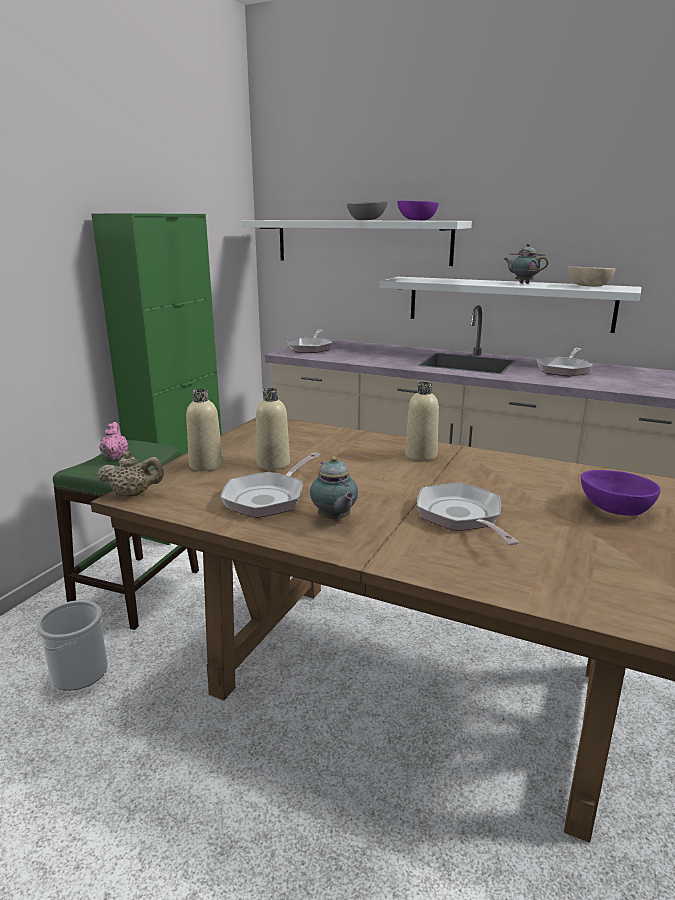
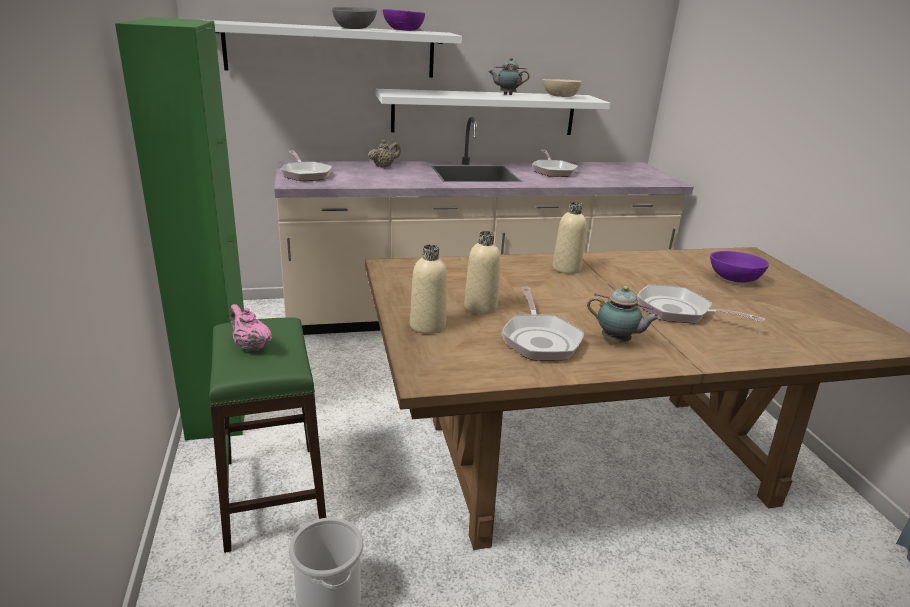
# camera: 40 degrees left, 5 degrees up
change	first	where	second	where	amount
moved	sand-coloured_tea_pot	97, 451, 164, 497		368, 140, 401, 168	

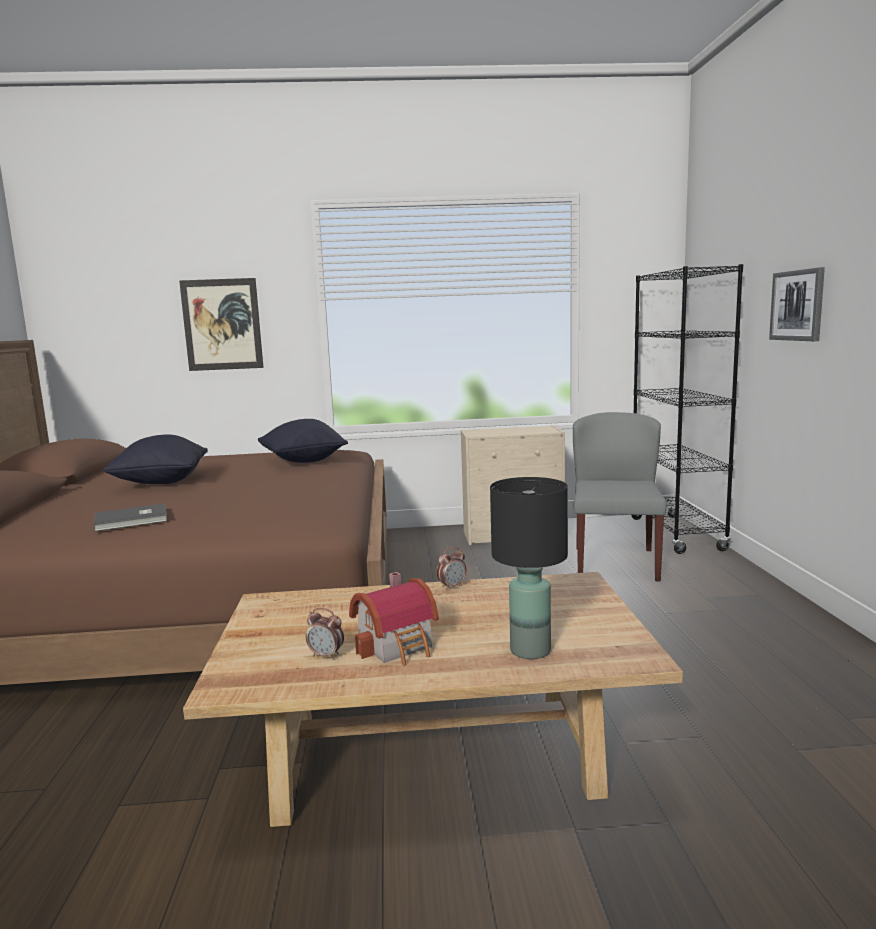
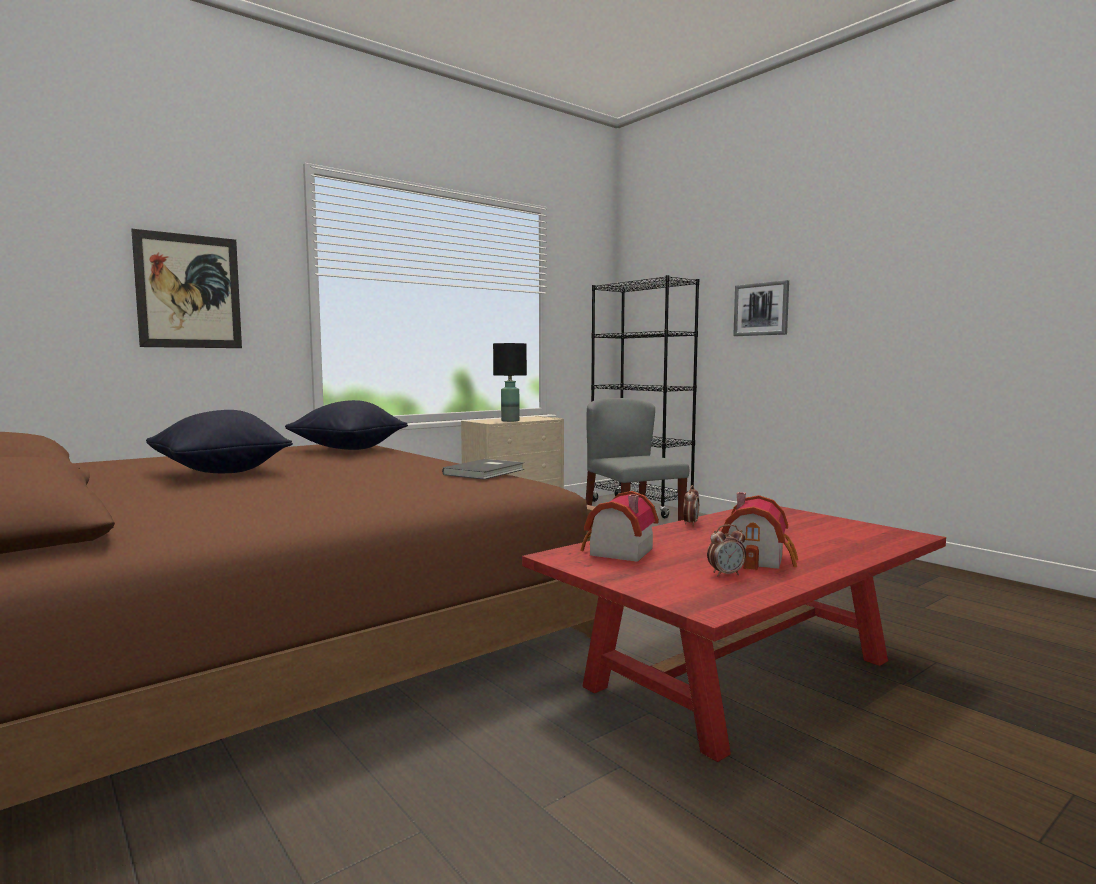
# camera: 35 degrees left, 5 degrees down
change	first	where	second	where	amount
moved	greyish_volume	93, 504, 168, 532		442, 459, 524, 480	
moved	blackish_lamp_for_a_table	490, 477, 568, 659		493, 343, 527, 422	
recoloured	sand-coloured_coffee_table	183, 572, 683, 827	reddish_coffee_table	522, 506, 946, 762	
added			toy_house	580, 491, 659, 562	

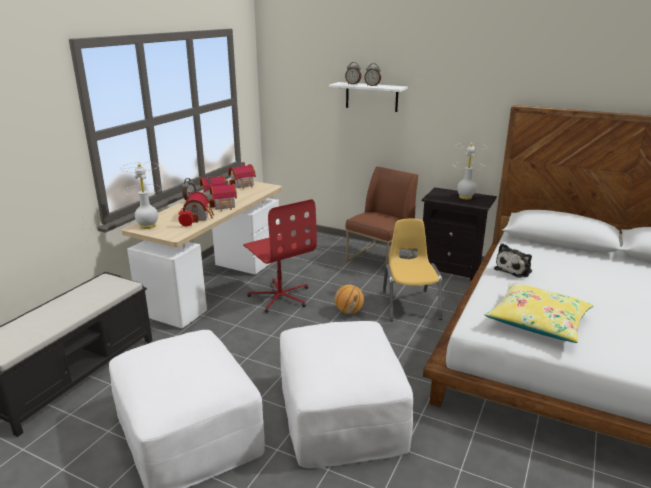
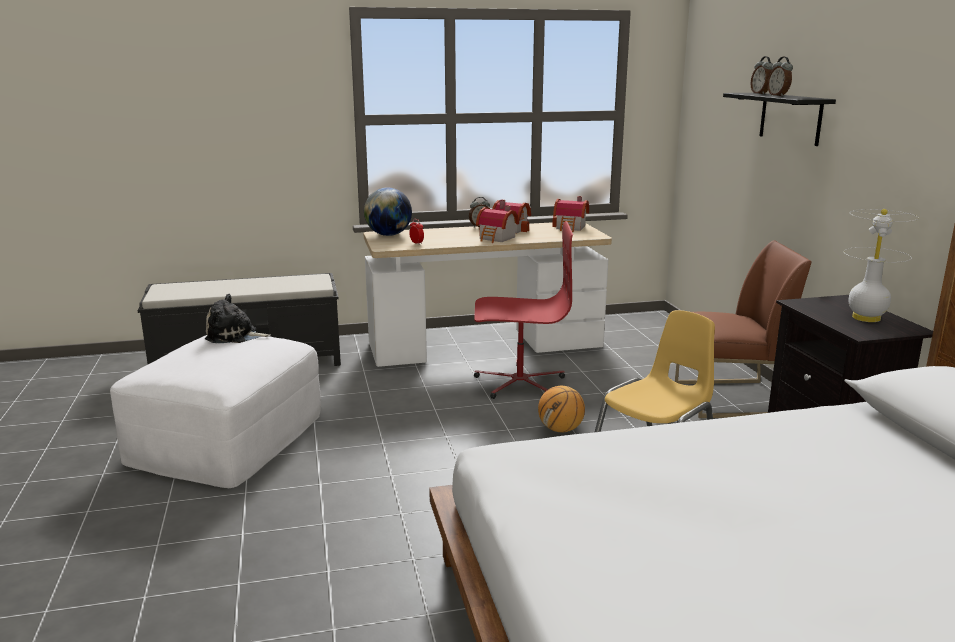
# camera: 50 degrees right, 5 degrees down
change	first	where	second	where	amount
moved	plush_toy	494, 243, 532, 278		205, 294, 271, 343	
replaced	white-coloured_lamp_for_a_table	120, 162, 162, 229	desk_globe	364, 188, 412, 236	
turned	reddish_desk_chair	243, 199, 317, 313		474, 221, 573, 399	105 degrees counterclockwise
recoloured	white-coloured_bracket_shelf	329, 82, 408, 112	blackish_bracket_shelf	723, 93, 836, 146	
removed	toy_house	182, 191, 214, 223			
removed	white-coloured_ottoman	280, 321, 413, 468			
removed	yellowish_cushion	485, 283, 594, 343			

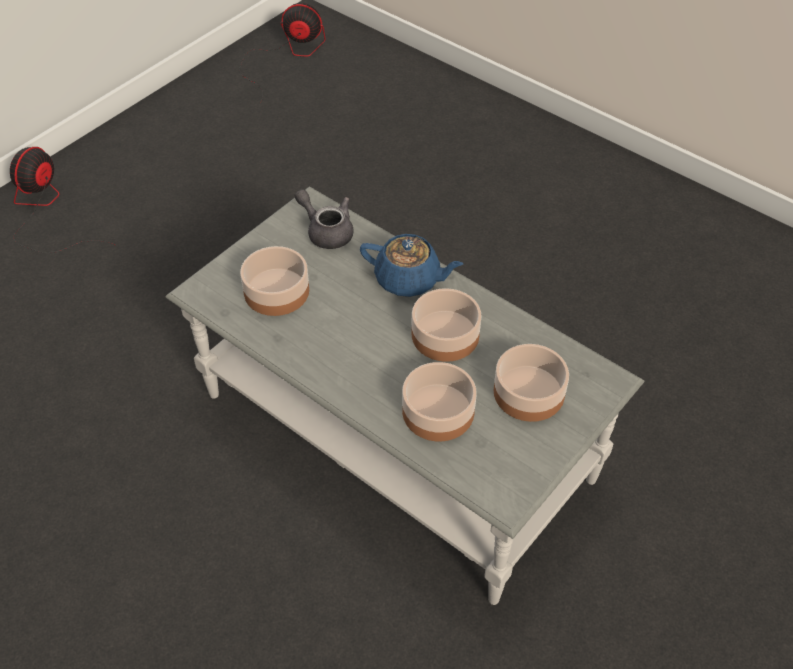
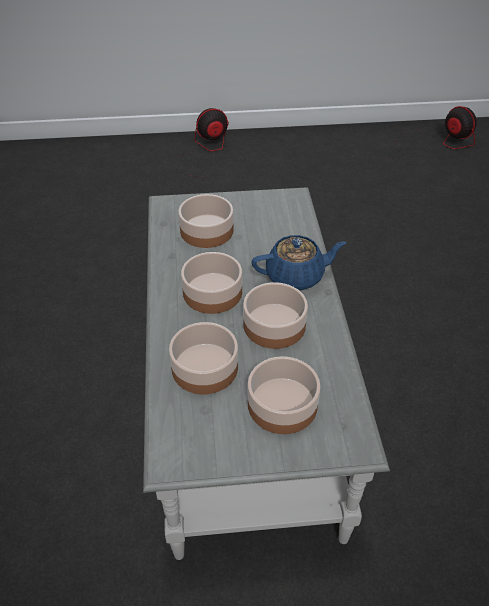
# camera: 45 degrees right, 5 degrees down
change	first	where	second	where	amount
added			serving_bowl	181, 252, 242, 314	
turned	blue_tea_pot	360, 234, 463, 297		252, 235, 347, 290	75 degrees counterclockwise
removed	greyish_tea_pot	294, 189, 354, 249			

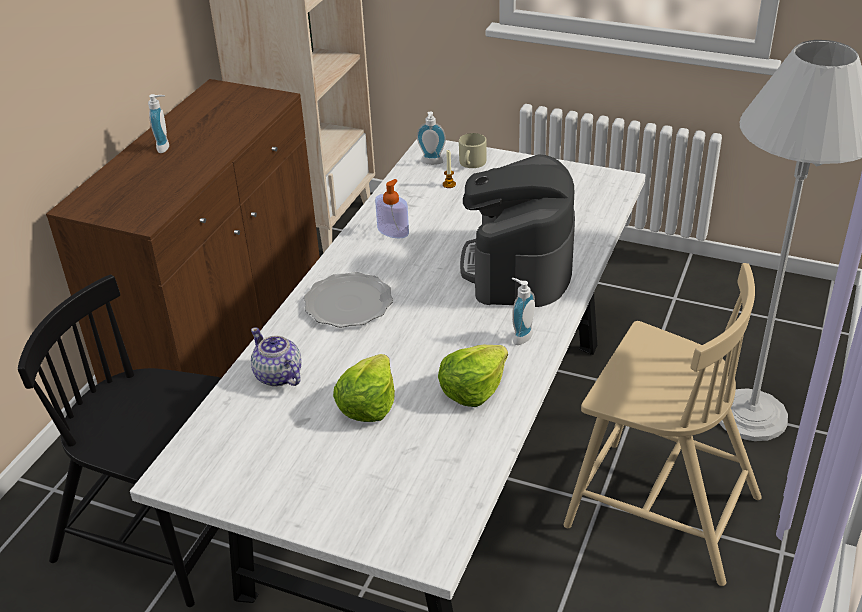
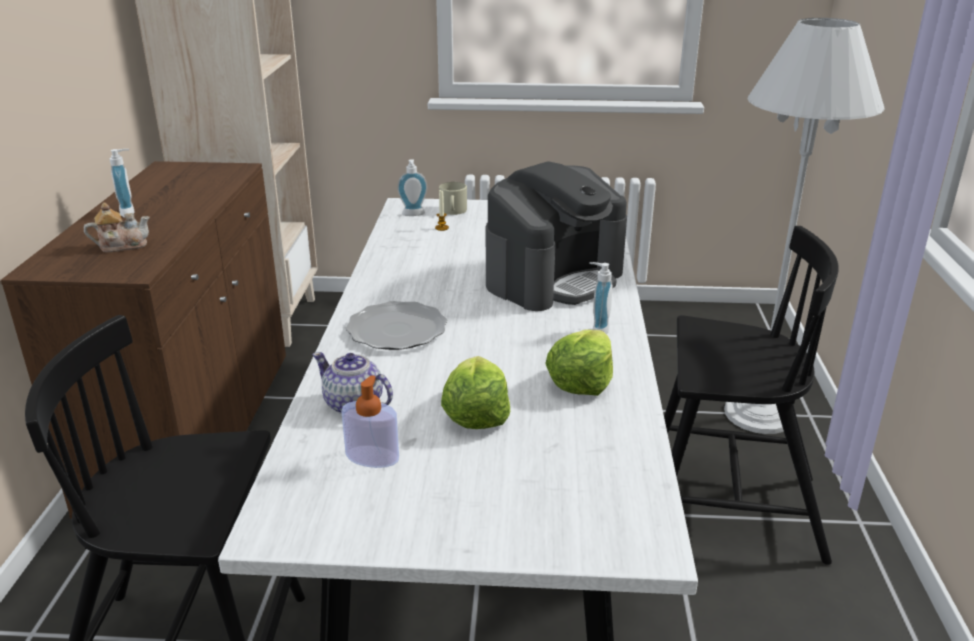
# camera: 20 degrees left, 10 degrees down
change	first	where	second	where	amount
added			tea_pot	84, 202, 150, 252	
moved	liquid_soap_bottle	375, 179, 409, 239		341, 375, 399, 468	
turned	coffee_machine	460, 154, 575, 307		486, 161, 627, 311	120 degrees counterclockwise
recoloured	sand-coloured_plain_chair	564, 263, 762, 586	blackish_plain_chair	664, 226, 839, 565	

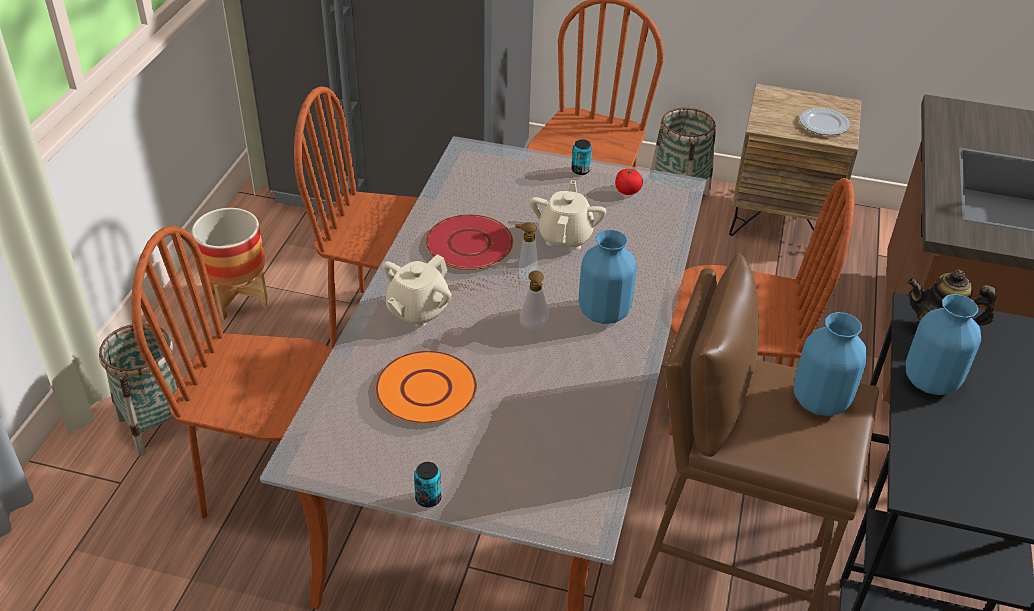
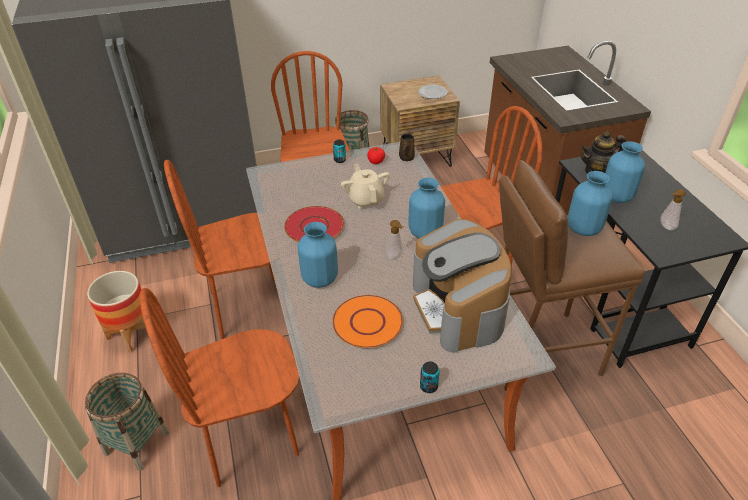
# camera: 30 degrees left, 0 degrees up
change	first	where	second	where	amount
replaced	sand-coloured_tea_pot	383, 254, 451, 327	blue_flower_vase	298, 222, 338, 288	
added			brown-coloured_tea_mug	399, 134, 415, 161	
added			coffee_machine	413, 219, 512, 352	
moved	liquid_soap_bottle	515, 222, 538, 282		661, 189, 686, 231	

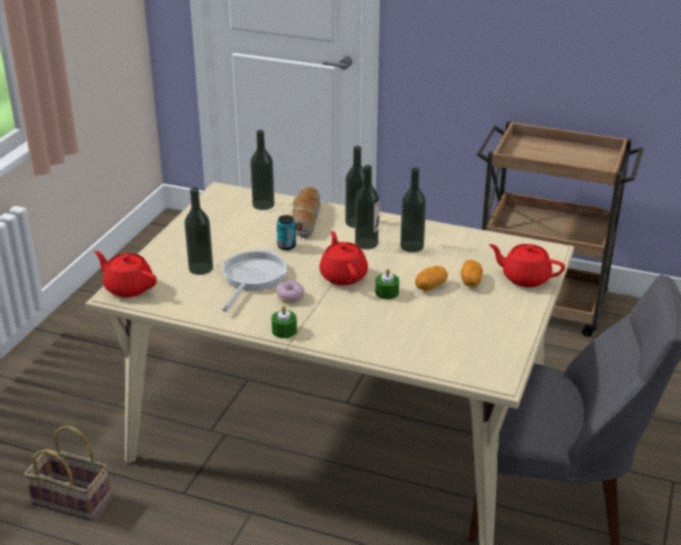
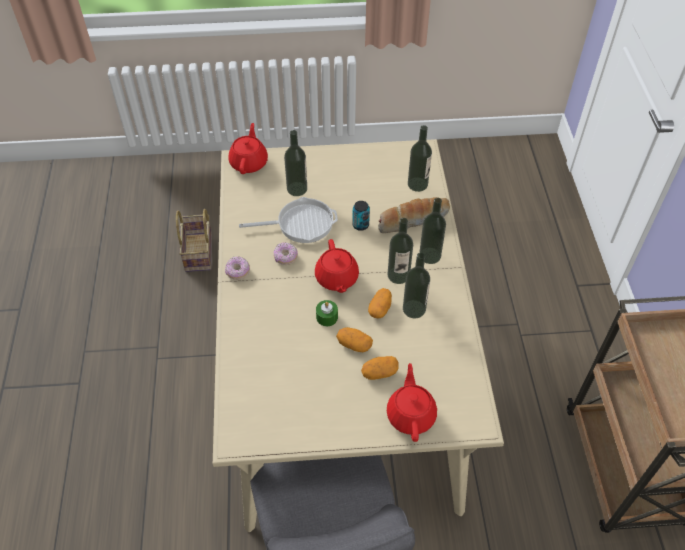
# camera: 65 degrees right, 20 degrees up
change	first	where	second	where	amount
replaced	green_wax_light	271, 306, 297, 338	donut	225, 256, 250, 280	
turned	reddish_tea_pot	319, 231, 368, 285		315, 239, 359, 293	120 degrees clockwise
added			whole_potato	368, 288, 392, 318	

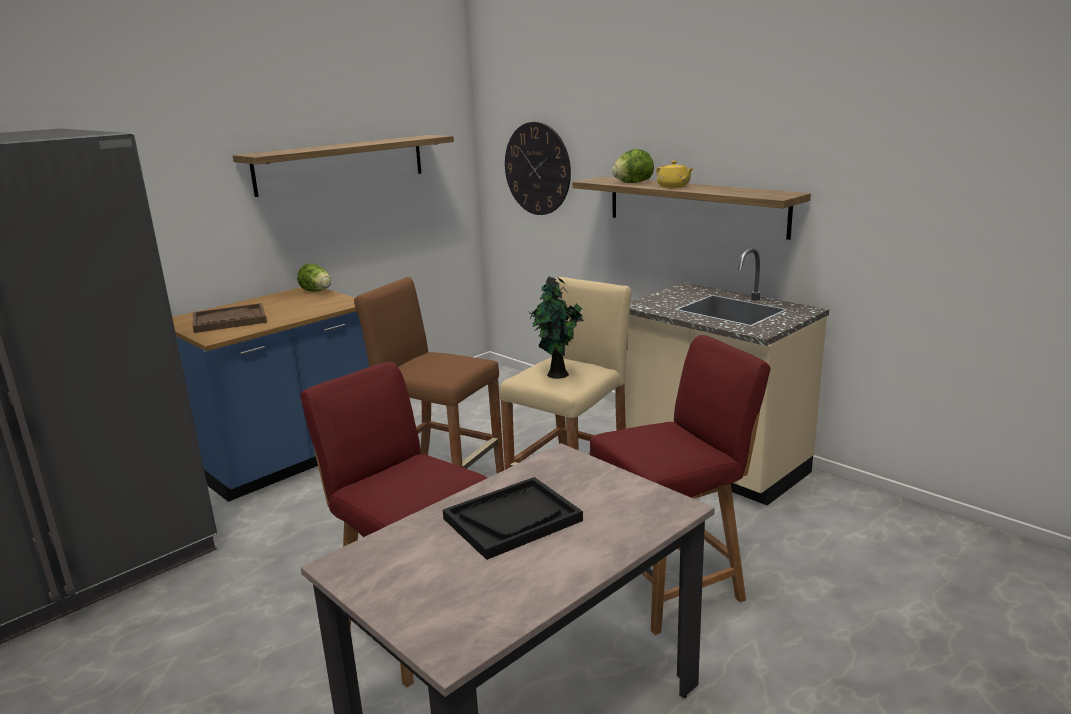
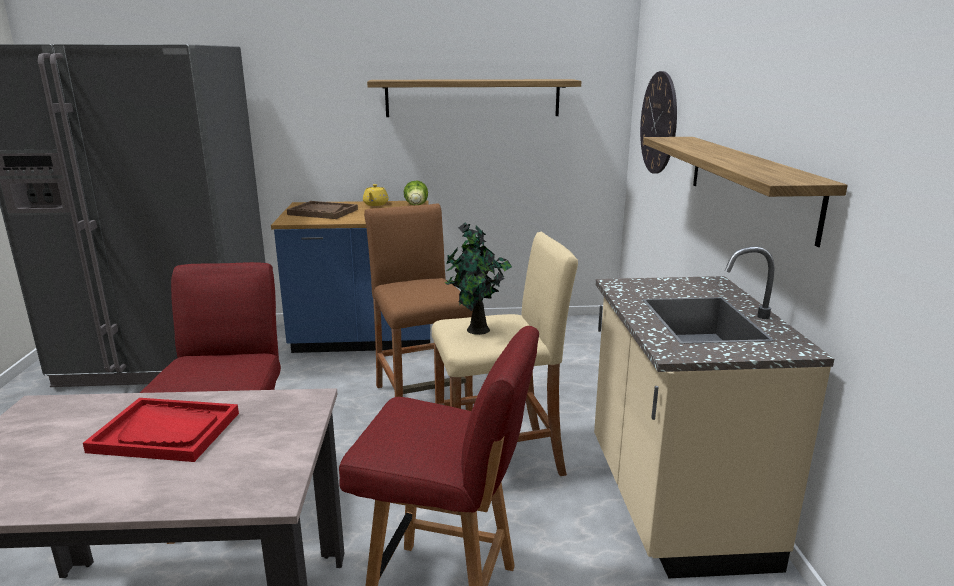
# camera: 40 degrees right, 0 degrees up
change	first	where	second	where	amount
recoloured	blackish_carrying_tray	443, 477, 583, 560	reddish_carrying_tray	83, 398, 239, 462	
moved	yellowish_tea_pot	656, 161, 694, 188		363, 184, 389, 206	
removed	lettuce_head	612, 149, 654, 183			

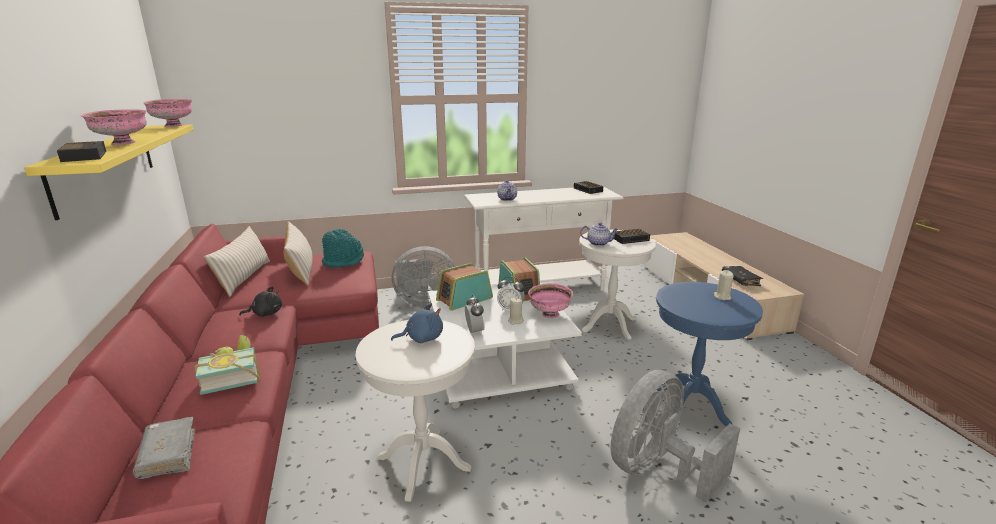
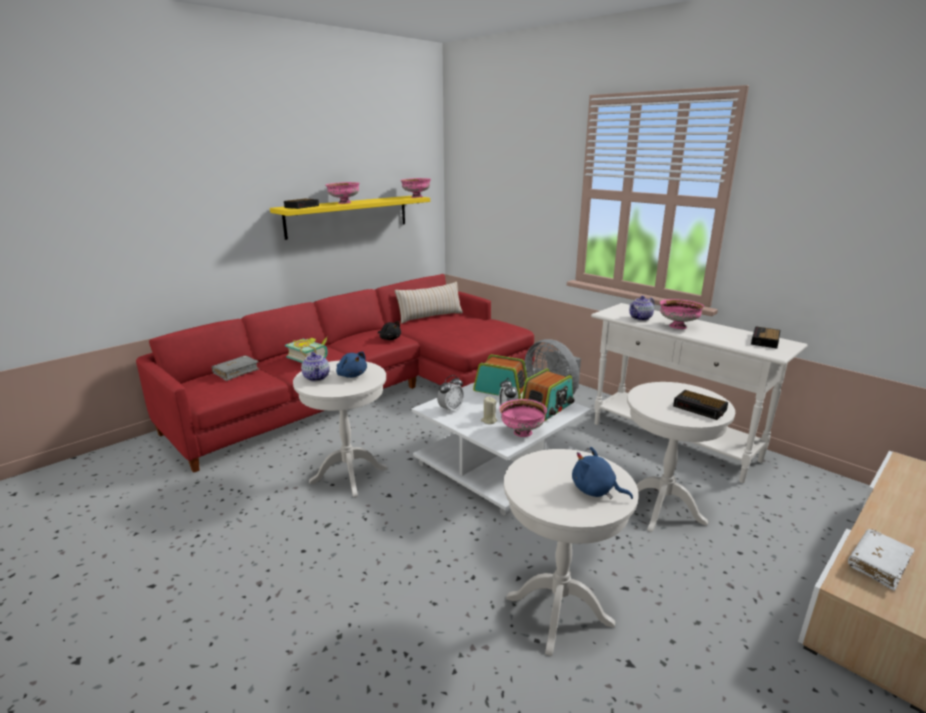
# camera: 60 degrees right, 0 degrees up
change	first	where	second	where	amount
moved	tea_pot	580, 222, 619, 246		301, 352, 330, 381	
recoloured	blue_side_table	656, 282, 763, 426	white-coloured_side_table	504, 449, 639, 656	
replaced	sand-coloured_wax_light	714, 270, 734, 300	blue_plush_toy	572, 447, 633, 499	
added			pinkish_serving_bowl	660, 299, 704, 329	
recoloured	blackish_volume	722, 266, 763, 286	white-coloured_volume	848, 529, 915, 591	
removed	sand-coloured_cushion	284, 221, 312, 286			
removed	turquoise_wearable_hat	322, 228, 364, 268			
removed	greyish_cooling_fan	611, 370, 740, 502			

